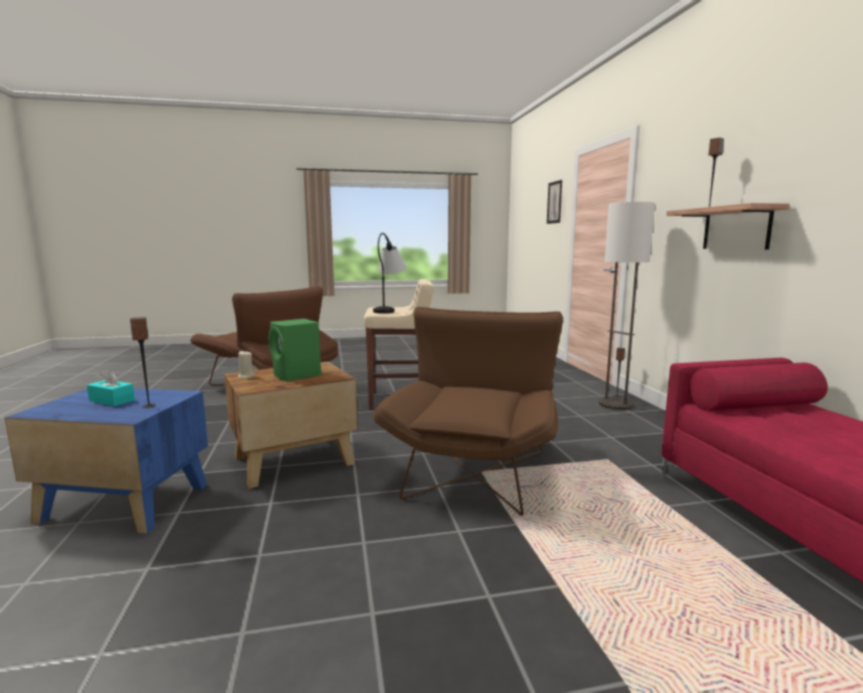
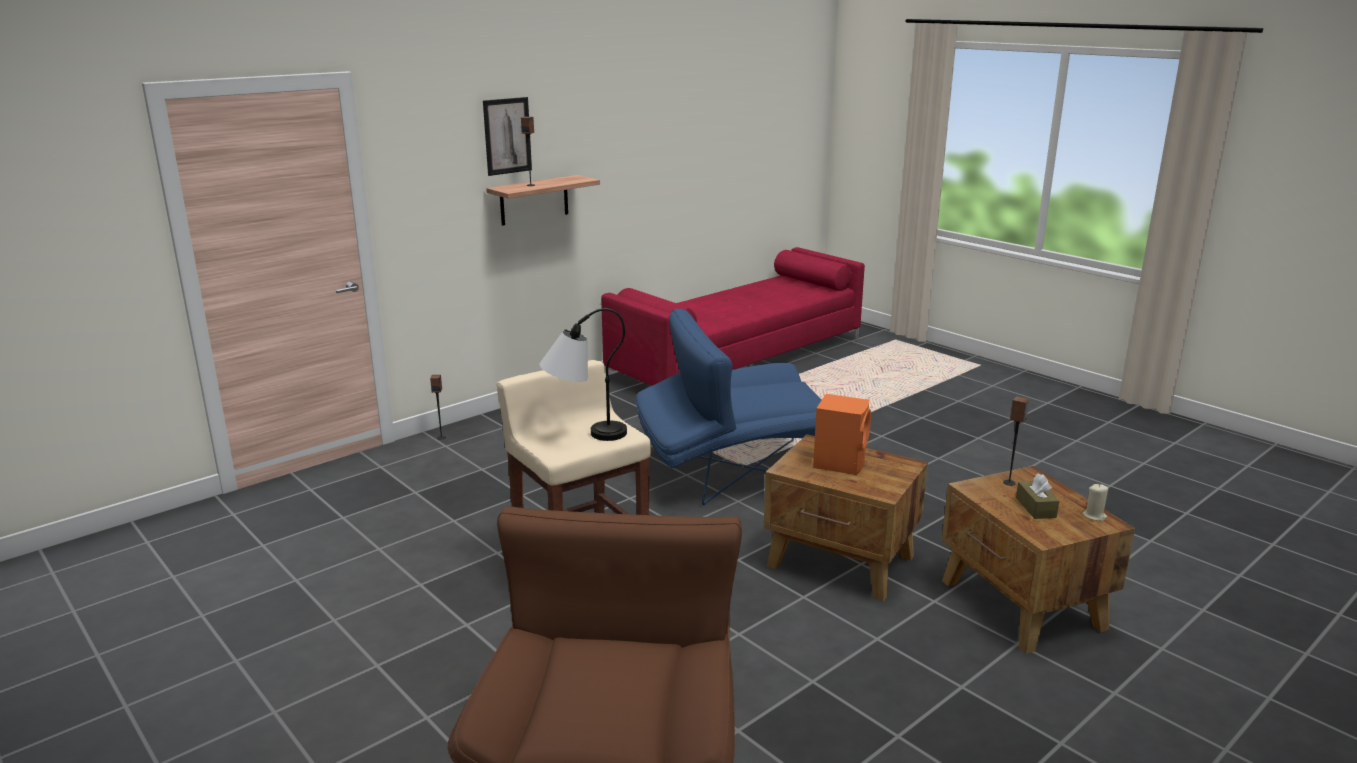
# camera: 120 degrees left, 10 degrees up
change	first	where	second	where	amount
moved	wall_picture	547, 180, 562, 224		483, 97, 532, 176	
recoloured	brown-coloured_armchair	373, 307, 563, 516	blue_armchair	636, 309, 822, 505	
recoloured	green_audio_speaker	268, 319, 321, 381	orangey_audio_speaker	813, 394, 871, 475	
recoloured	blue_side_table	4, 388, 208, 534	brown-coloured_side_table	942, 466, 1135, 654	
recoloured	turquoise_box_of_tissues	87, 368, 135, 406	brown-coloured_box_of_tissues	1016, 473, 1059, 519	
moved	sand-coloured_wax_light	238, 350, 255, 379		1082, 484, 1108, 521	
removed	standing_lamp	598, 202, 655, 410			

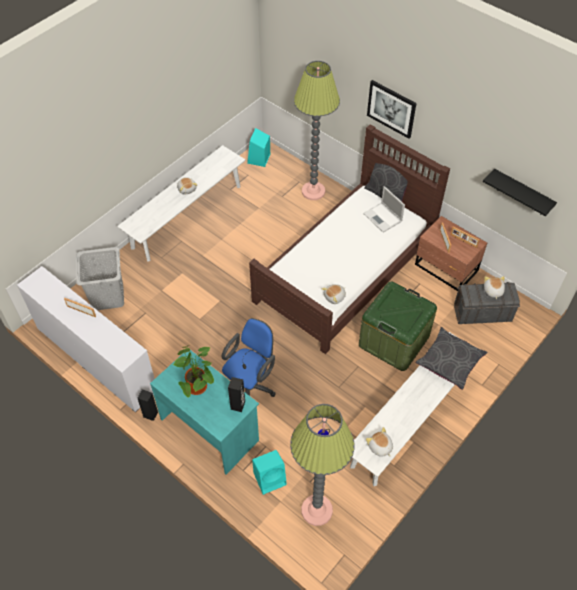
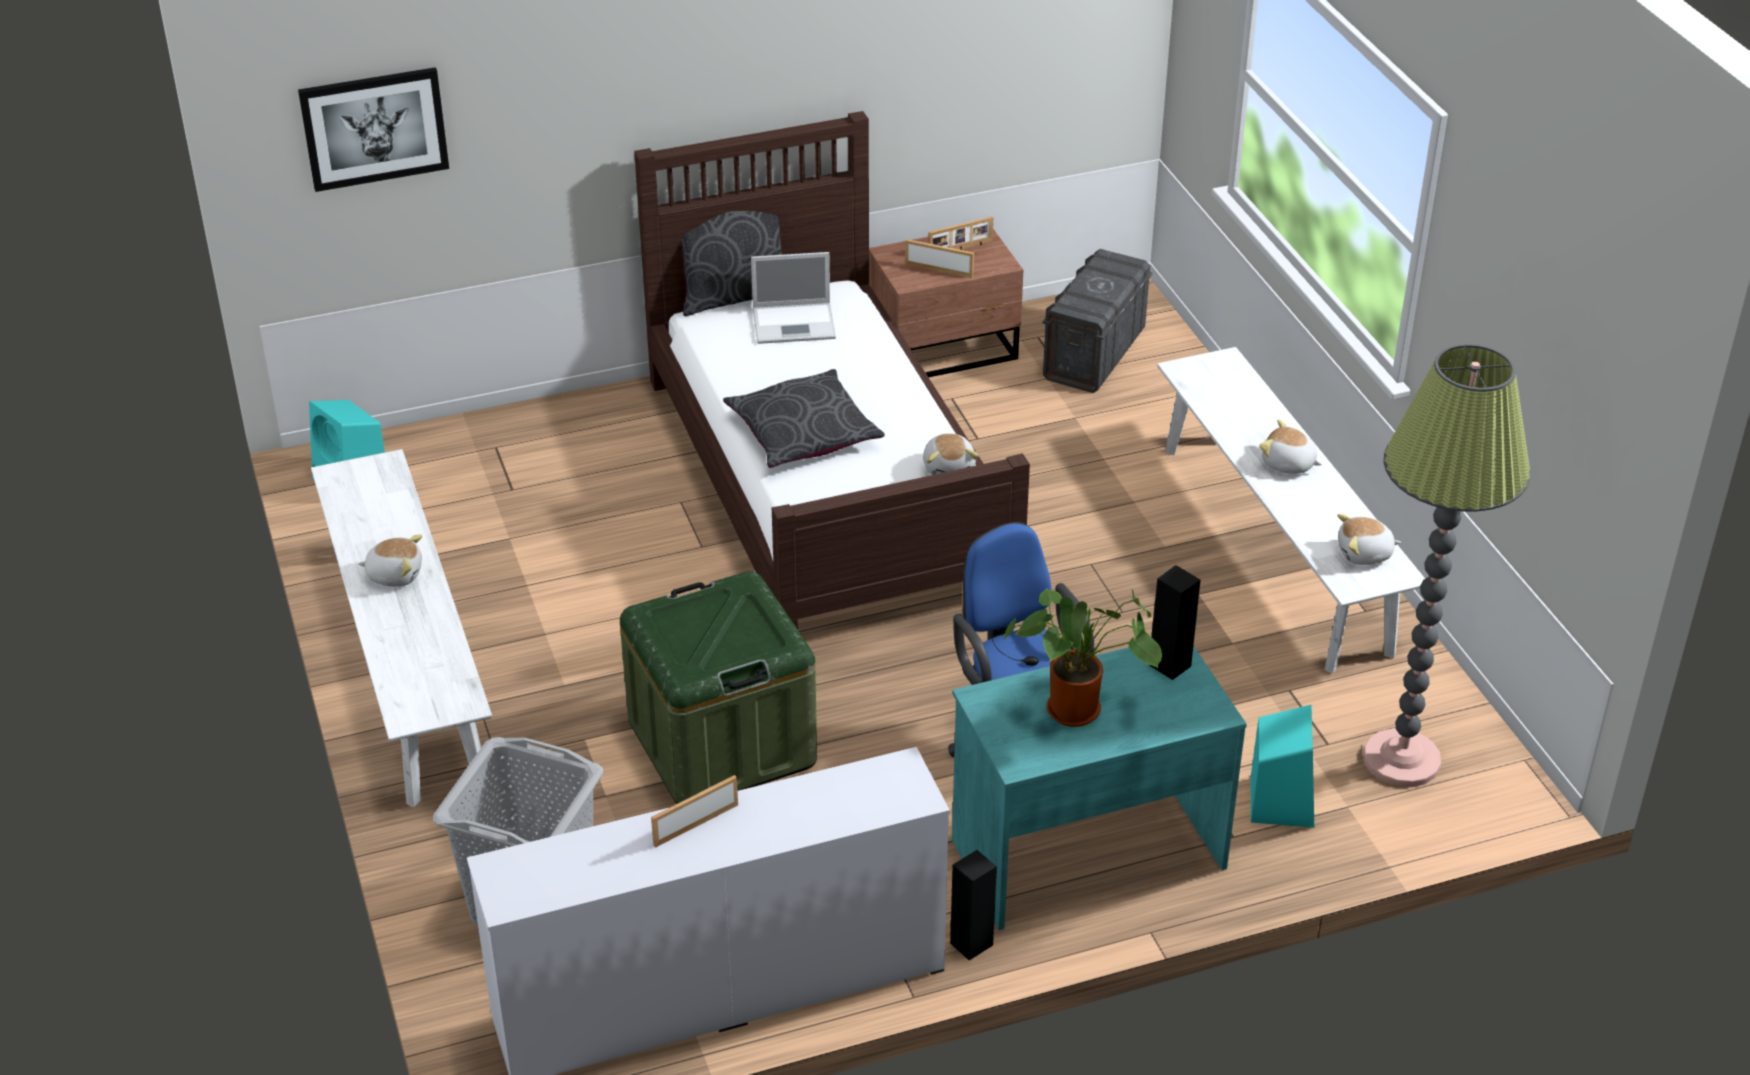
# camera: 60 degrees left, 15 degrees down
change	first	where	second	where	amount
moved	wall_picture	367, 80, 416, 139		298, 67, 449, 192	
moved	green_storage_container	359, 282, 437, 371		620, 571, 817, 804	
moved	greyish_cushion	415, 327, 487, 390		723, 369, 885, 468	
moved	plush_toy	484, 276, 505, 299		1259, 420, 1322, 474	
removed	standing_lamp	294, 61, 340, 200			
removed	blackish_bracket_shelf	483, 169, 557, 216			

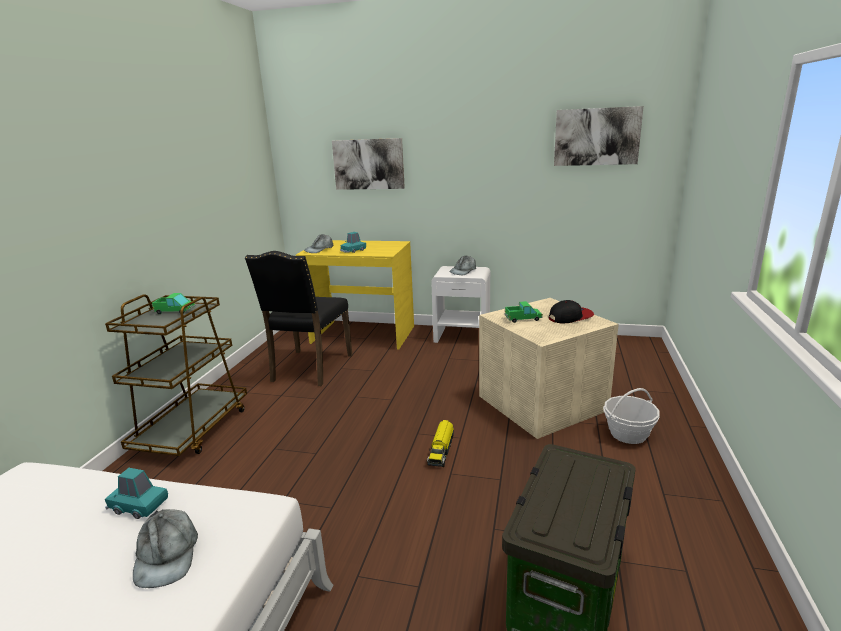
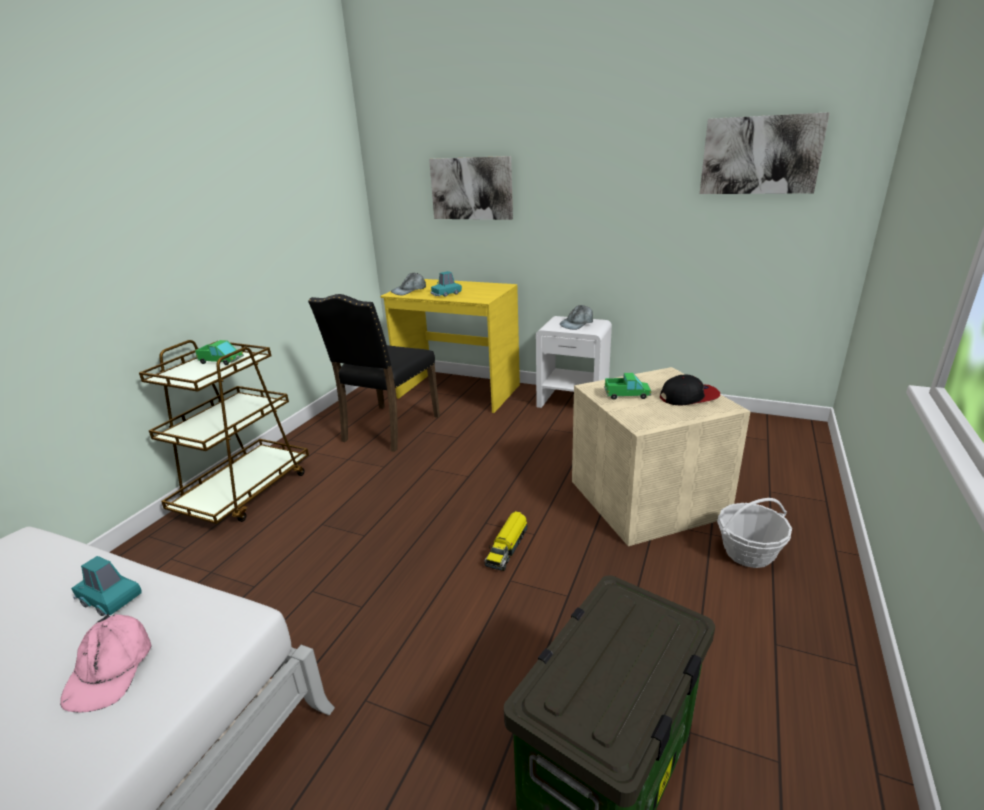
# camera: 10 degrees right, 5 degrees up
change	first	where	second	where	amount
recoloured	greyish_peaked_cap	133, 509, 198, 588	pinkish_peaked_cap	60, 614, 152, 712	

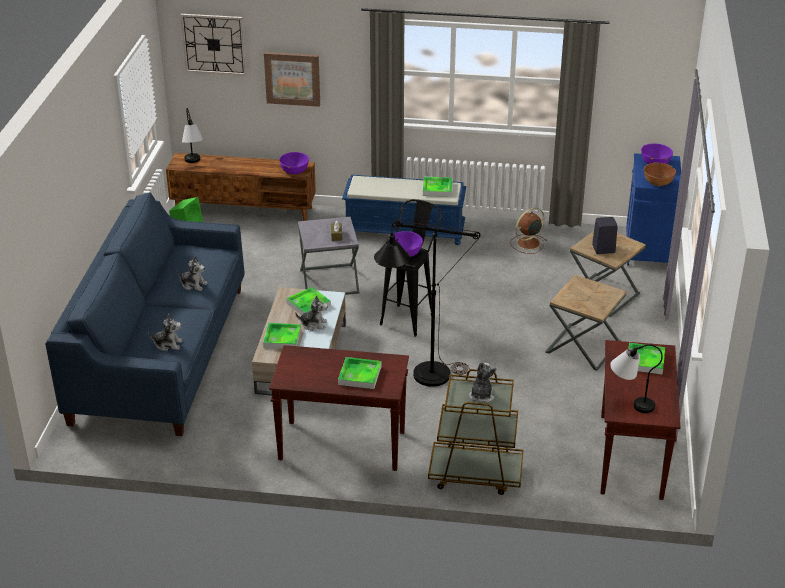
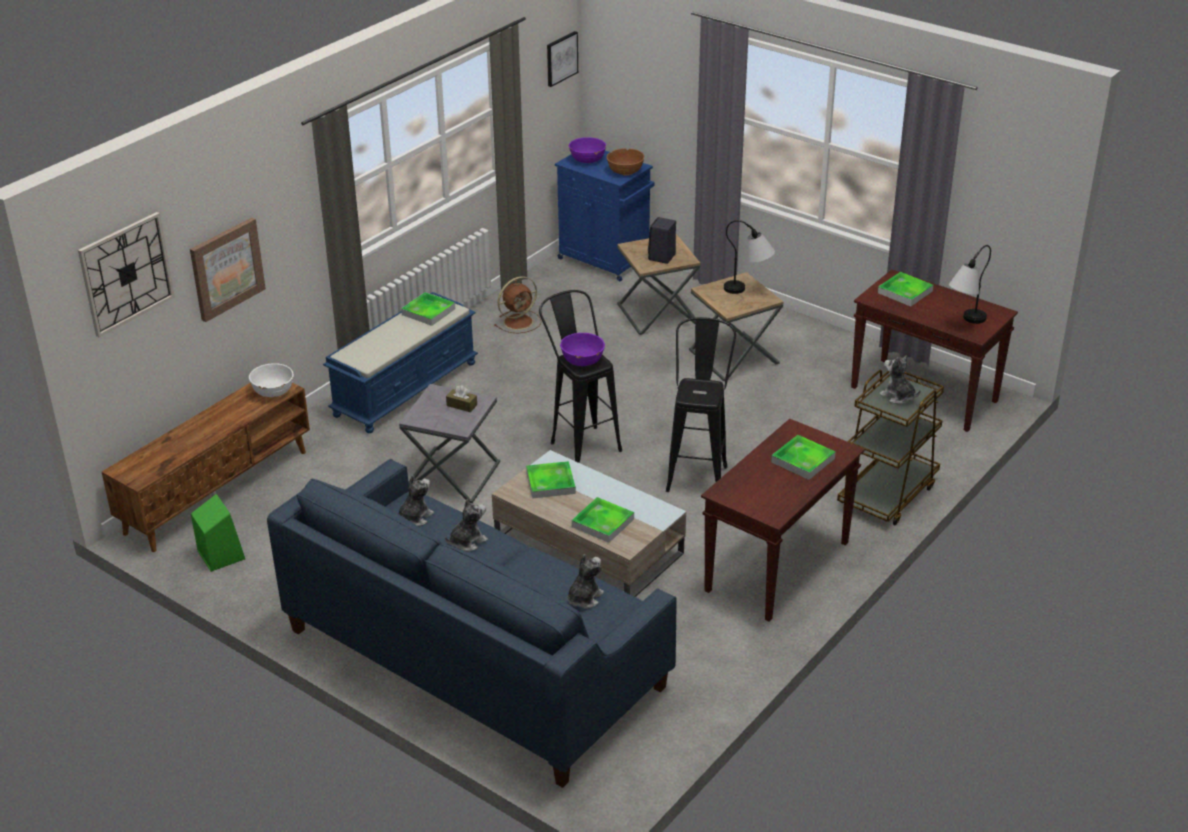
# camera: 60 degrees left, 0 degrees up
change	first	where	second	where	amount
recoloured	purple_serving_bowl	279, 152, 309, 174	white-coloured_serving_bowl	249, 363, 294, 397	
moved	plush_toy	295, 295, 328, 331		399, 475, 434, 527	
turned	brown-coloured_cooling_fan	510, 207, 548, 254		494, 276, 541, 334	120 degrees counterclockwise
added			wall_picture	547, 31, 578, 87	
replaced	blackish_standing_lamp	374, 220, 480, 387	blackish_sitting_stool	666, 317, 736, 492	
moved	lamp_for_a_table	182, 108, 203, 163		724, 220, 775, 294	

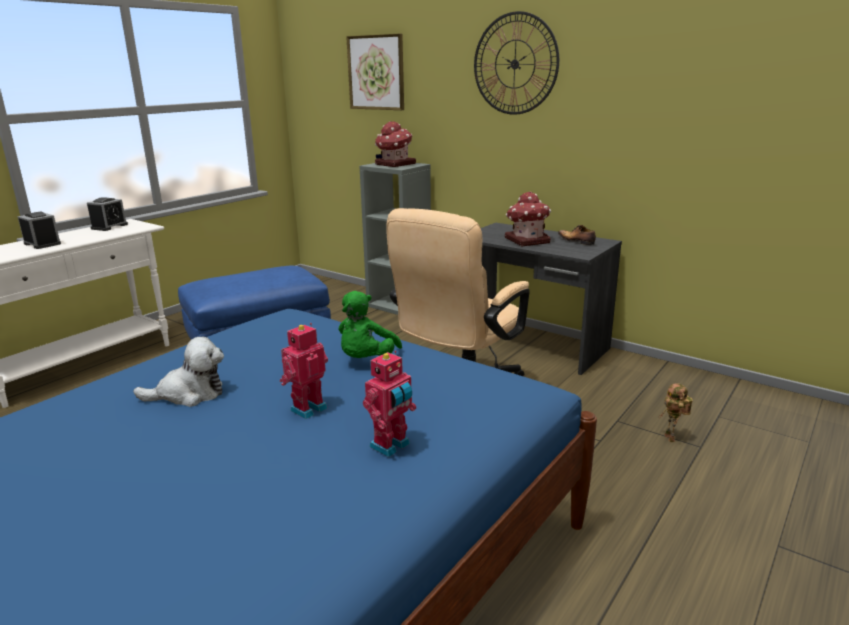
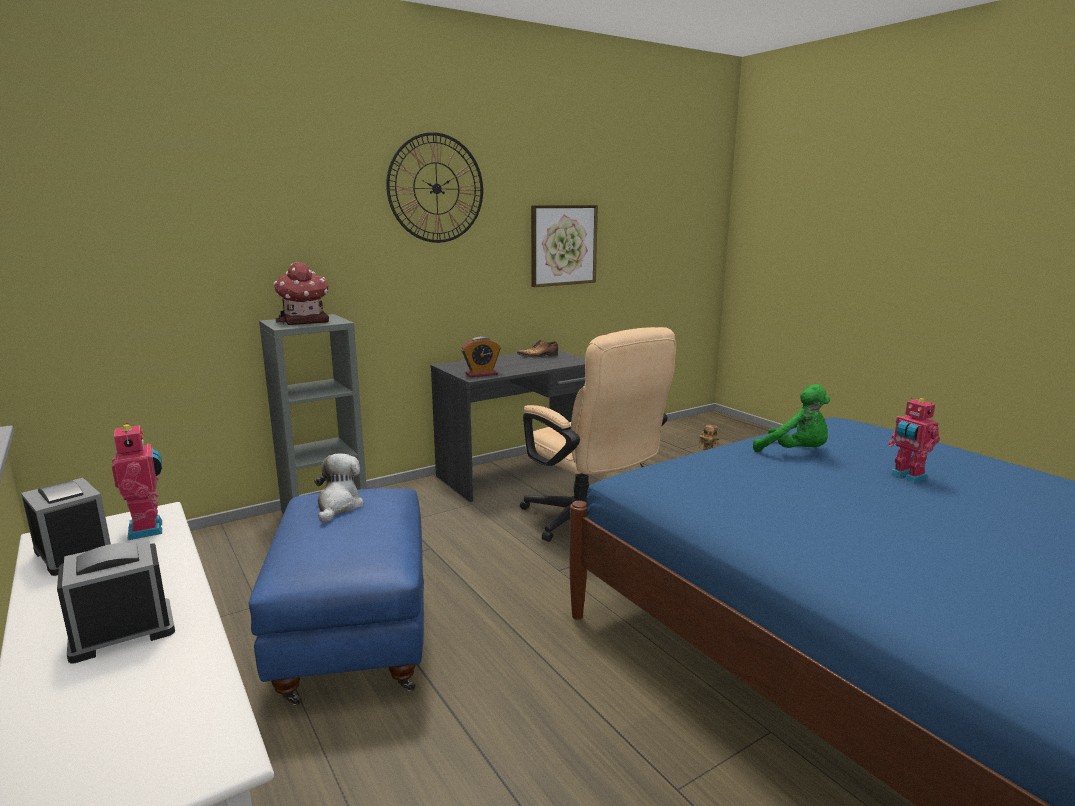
# camera: 70 degrees left, 5 degrees down
change	first	where	second	where	amount
moved	robot_figure	363, 351, 416, 457		112, 422, 162, 541	
moved	plush_toy	133, 337, 224, 407		314, 453, 364, 523	
added			alarm_clock	461, 337, 501, 377	
moved	wall_picture	346, 34, 404, 110		531, 205, 598, 287	
removed	toy_house	505, 191, 551, 246			

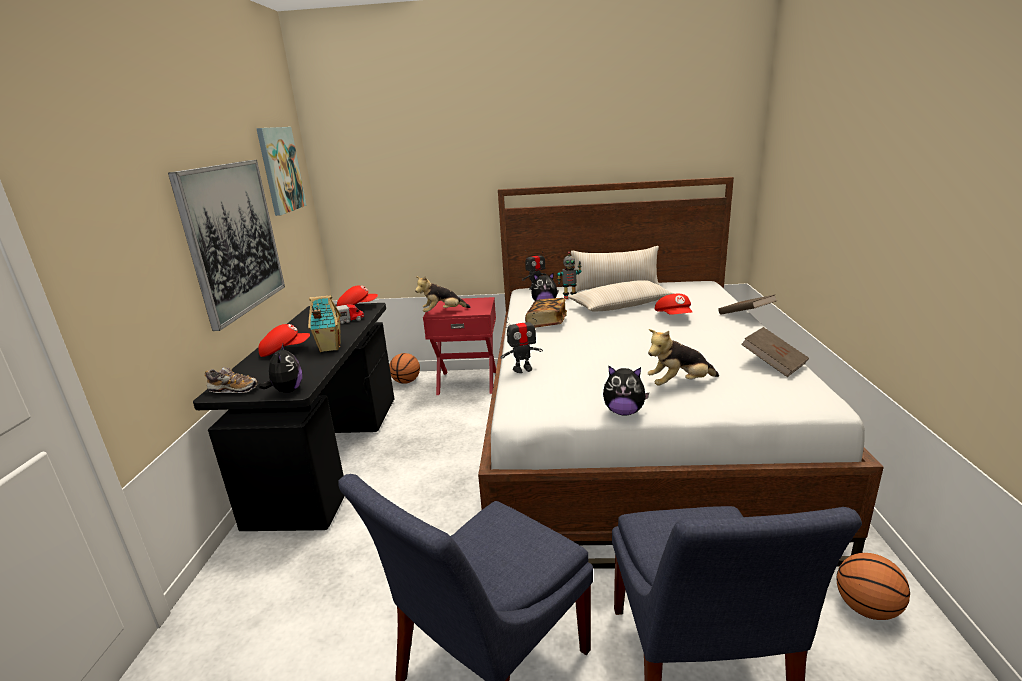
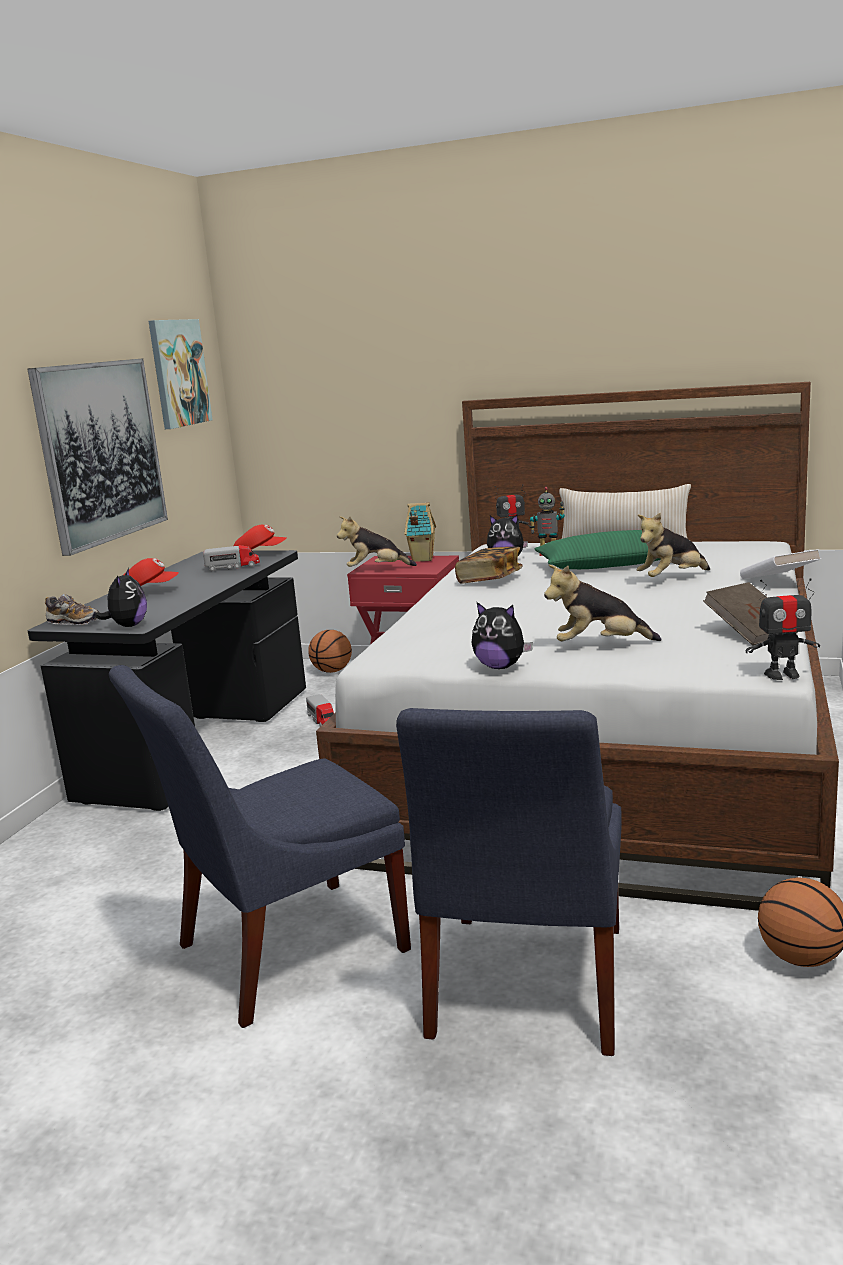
# camera: 15 degrees right, 5 degrees down
change	first	where	second	where	amount
added			toy_lorry	306, 694, 334, 727	
moved	toy_house	308, 295, 341, 352		404, 503, 436, 562	
recoloured	sand-coloured_cushion	568, 280, 674, 312	green_cushion	534, 530, 661, 569	
replaced	reddish_peaked_cap	655, 294, 692, 315	plush_toy	637, 513, 710, 577	
recoloured	brown-coloured_volume	719, 294, 776, 315	white-coloured_volume	740, 549, 821, 579	
moved	robot_figure	500, 315, 543, 373		745, 578, 820, 680	

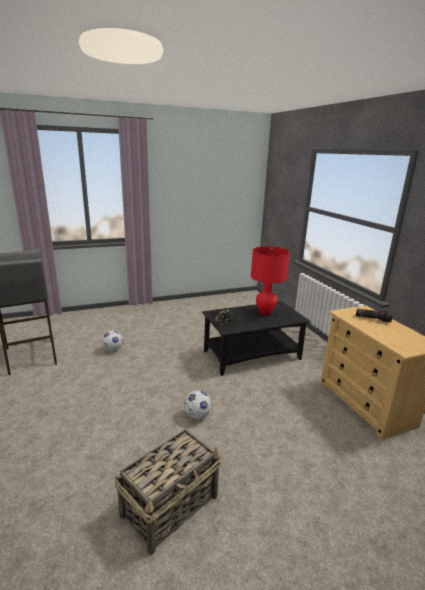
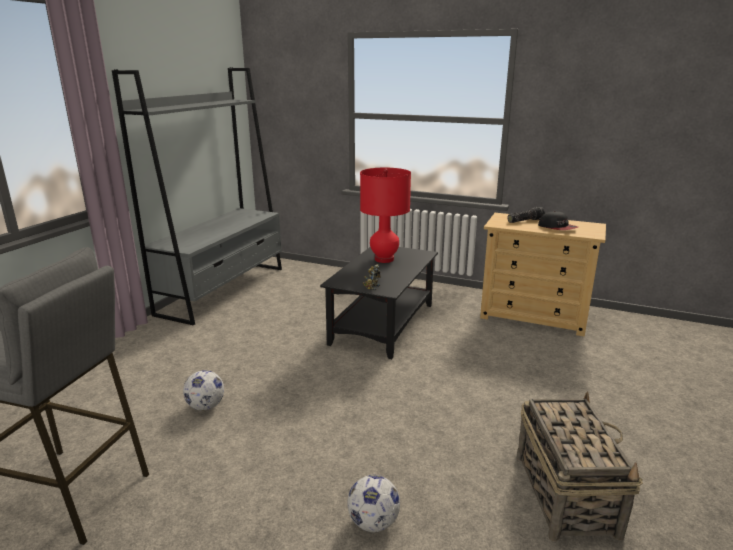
# camera: 45 degrees left, 0 degrees up
change	first	where	second	where	amount
added			greyish_shelving_unit	112, 67, 282, 326	
moved	ball_for_football	184, 390, 212, 419		348, 475, 400, 532	
added			peaked_cap	538, 211, 578, 230	

